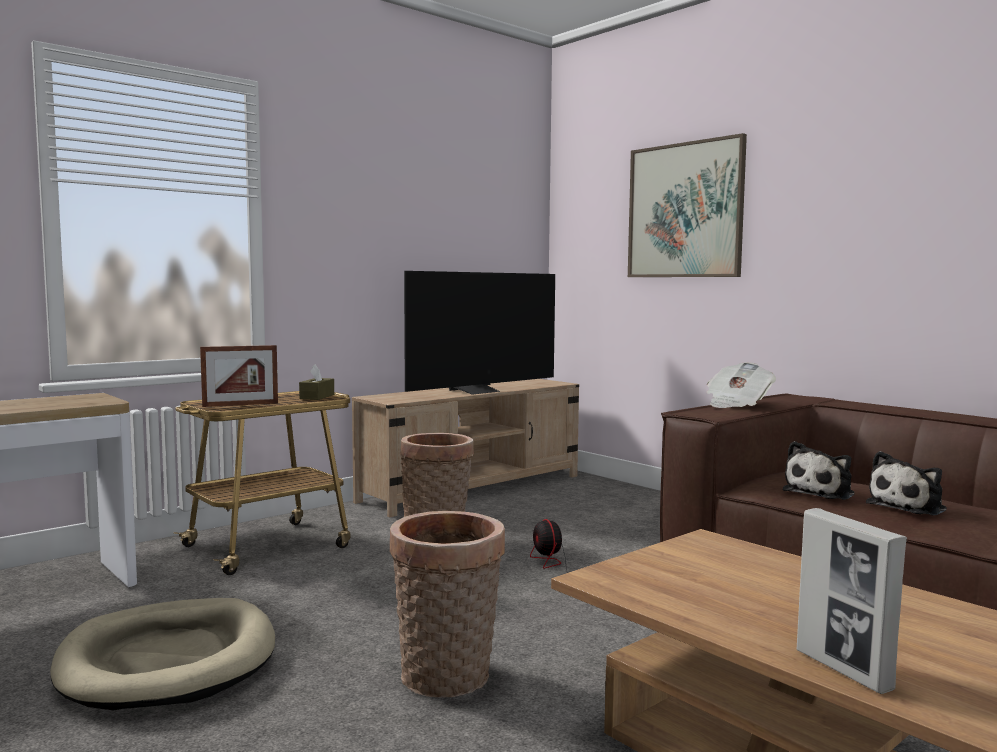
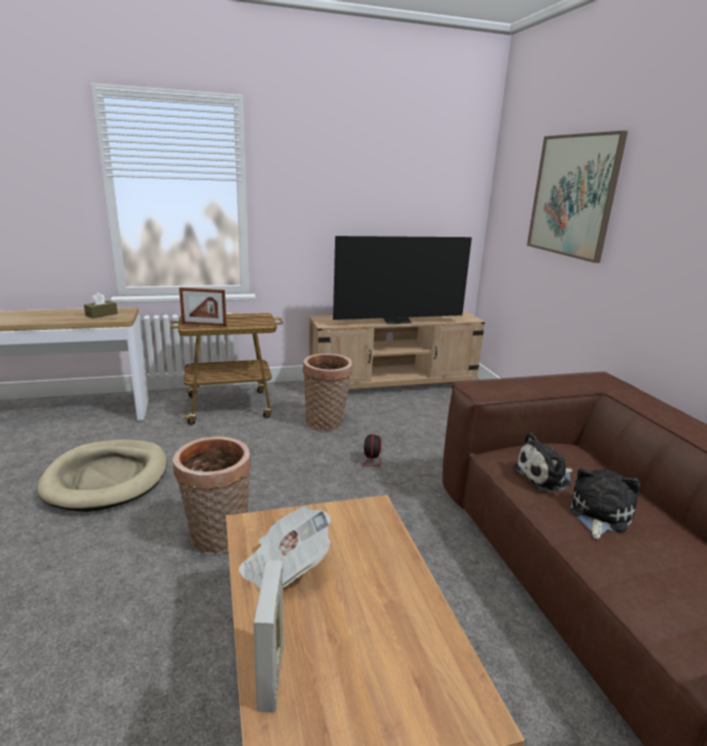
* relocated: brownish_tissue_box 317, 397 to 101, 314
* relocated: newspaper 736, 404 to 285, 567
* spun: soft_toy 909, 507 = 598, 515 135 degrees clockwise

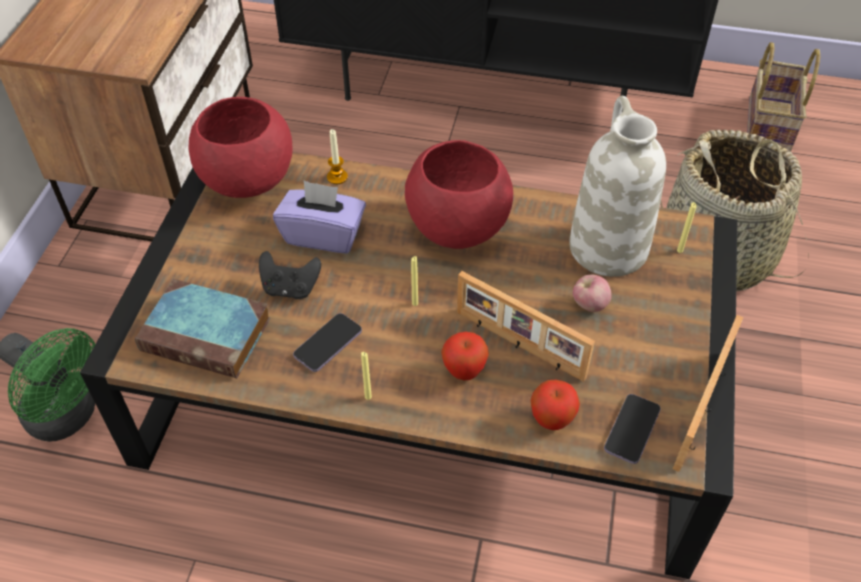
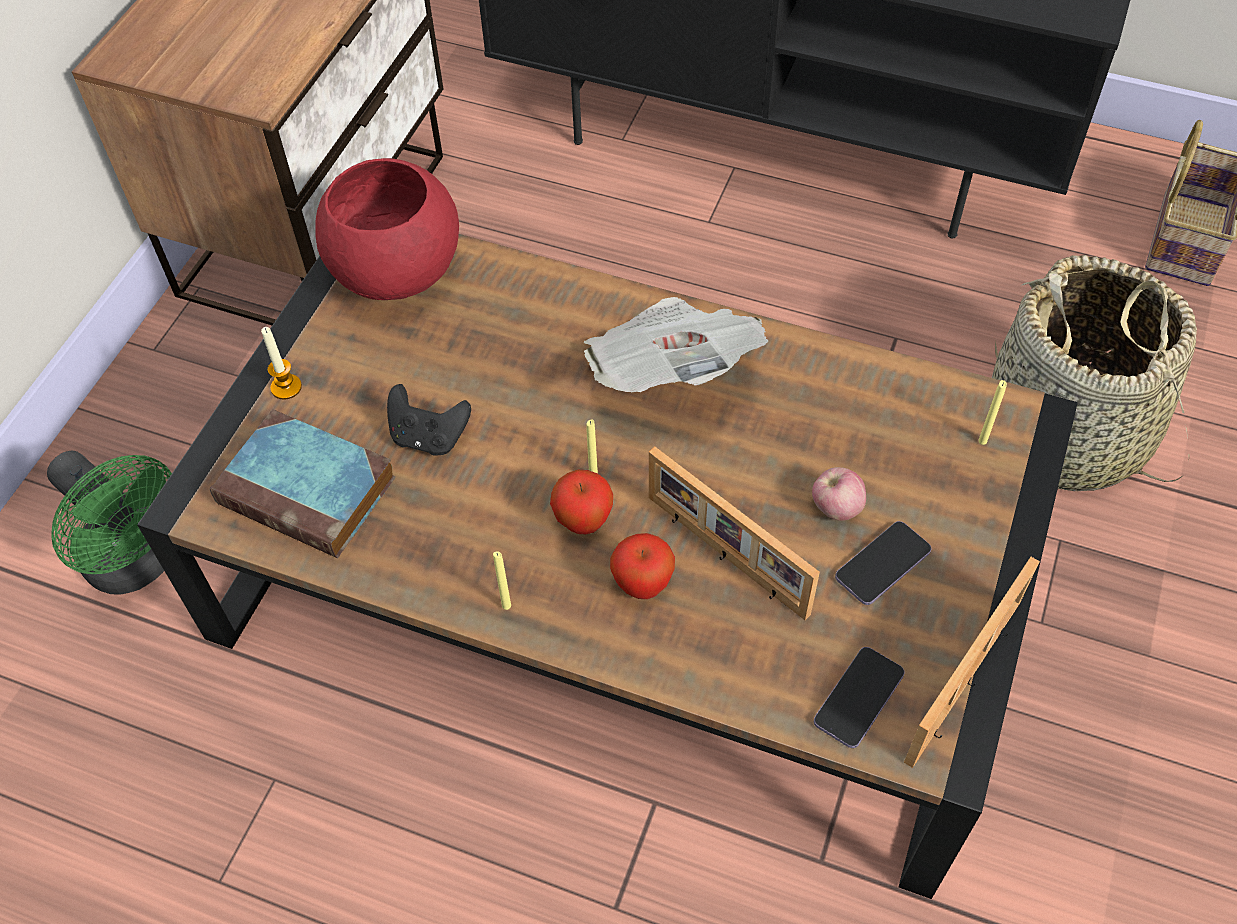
* missing: purplish_tissue_box 323, 235
* relocated: telephone 328, 344 to 882, 564
* relocated: wax_candle 337, 177 to 286, 387
* exchanged: red_serving_bowl 456, 228 to newspaper 671, 372
* relocated: apple_fruit 551, 420 to 583, 522
* missing: white_flower_vase 607, 246

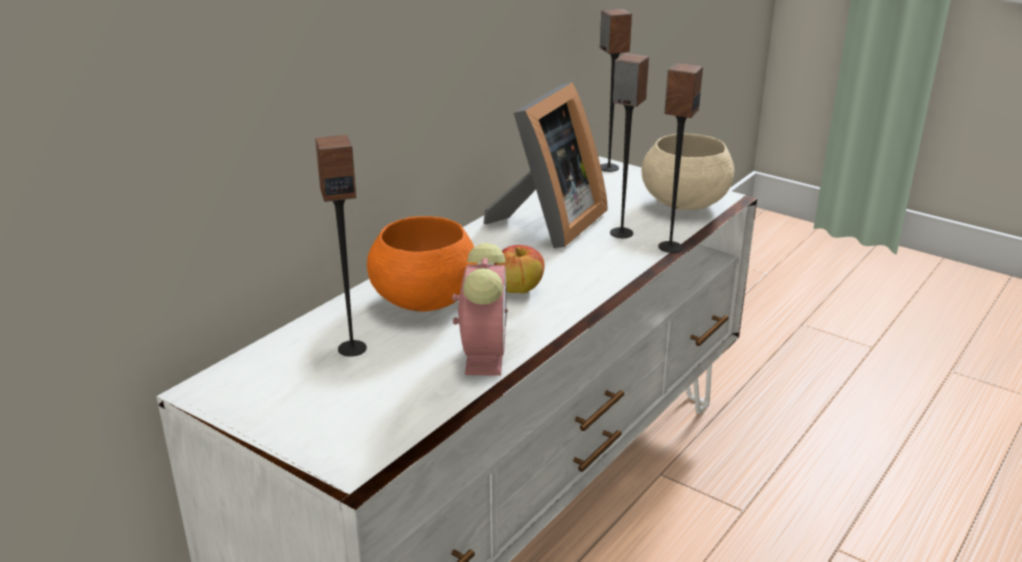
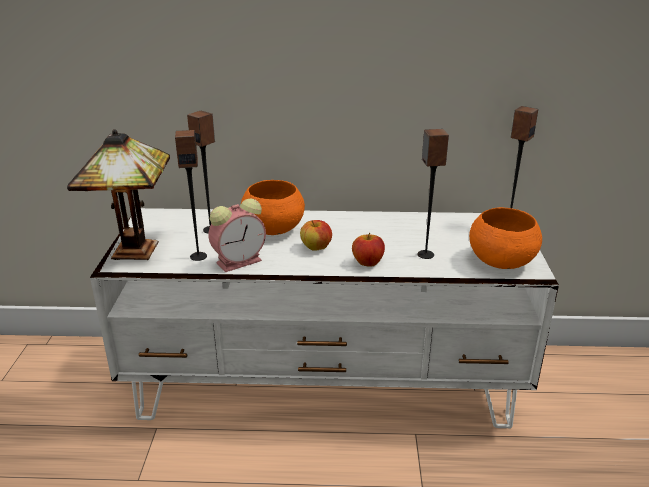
* missing: picture_frame 548, 224
* colour: sand-coloured_serving_bowl 685, 204 to orangey_serving_bowl 500, 262
* relocated: speaker 669, 247 to 198, 256
* appeared: lamp_for_a_table 136, 252
* appeared: apple_fruit 368, 263

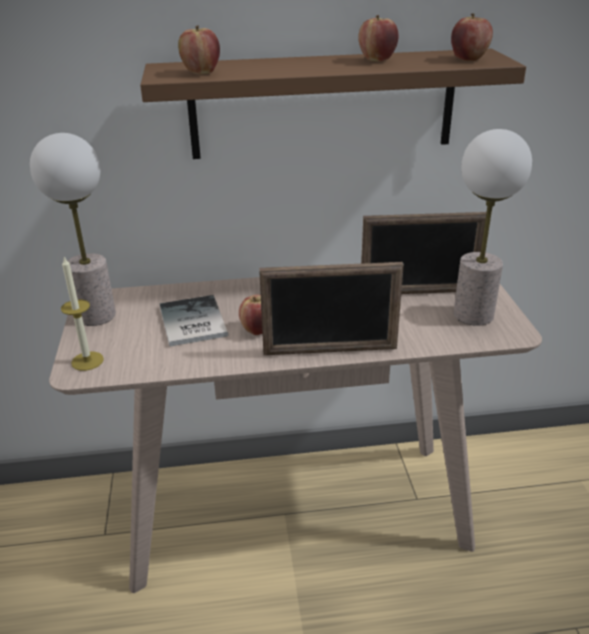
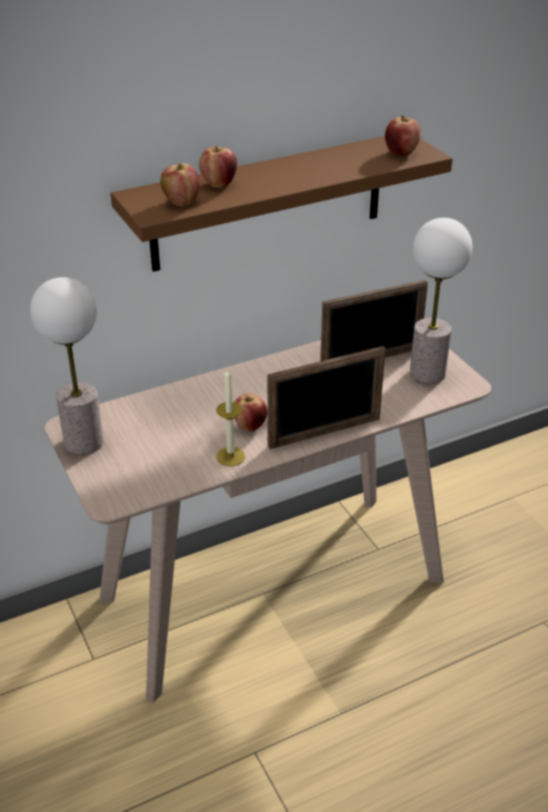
* relocated: wax_candle 87, 361 to 230, 456
* missing: volume 191, 323
* relocated: apple_fruit 377, 60 to 219, 184

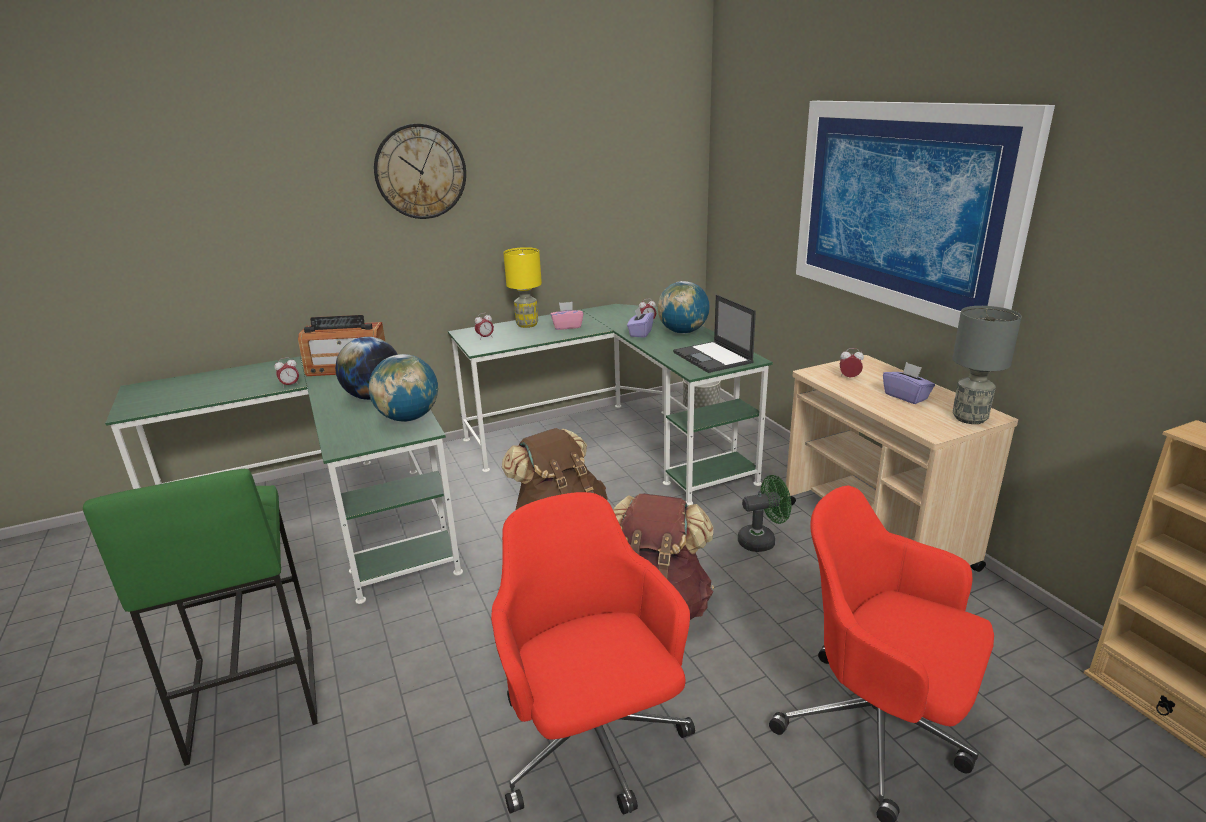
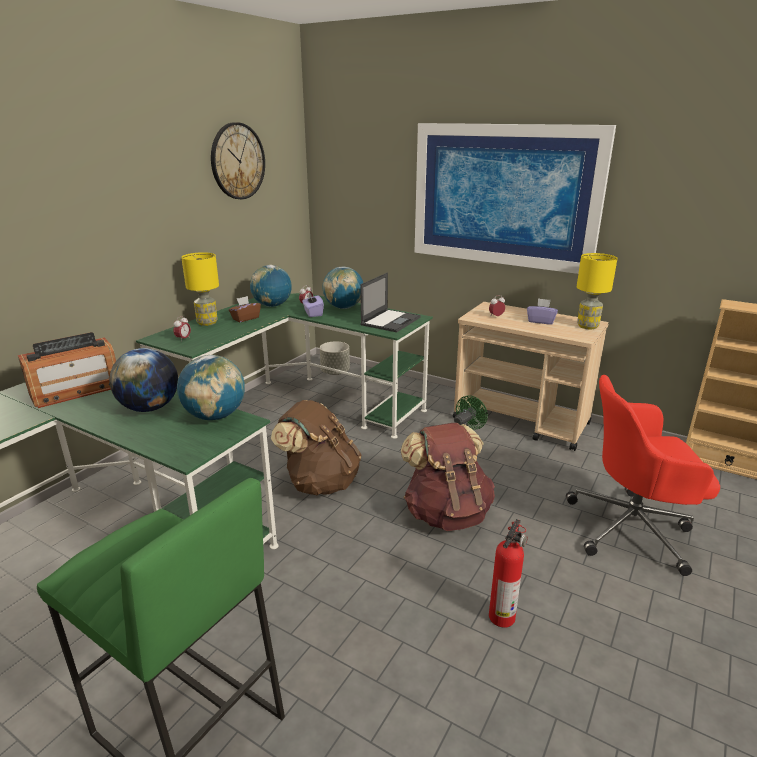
* missing: table_clock 290, 385
* relocated: wall_clock 420, 172 to 237, 161
* exchanged: red_computer_chair 592, 743 to extinguisher 502, 615
* colour: pink_tissue_box 567, 326 to brownish_tissue_box 245, 318
* spun: portable_computer 713, 358 = 391, 321 90 degrees counterclockwise
* colour: greyish_lamp_for_a_table 969, 418 to yellowish_lamp_for_a_table 587, 326
* appeared: globe 272, 305

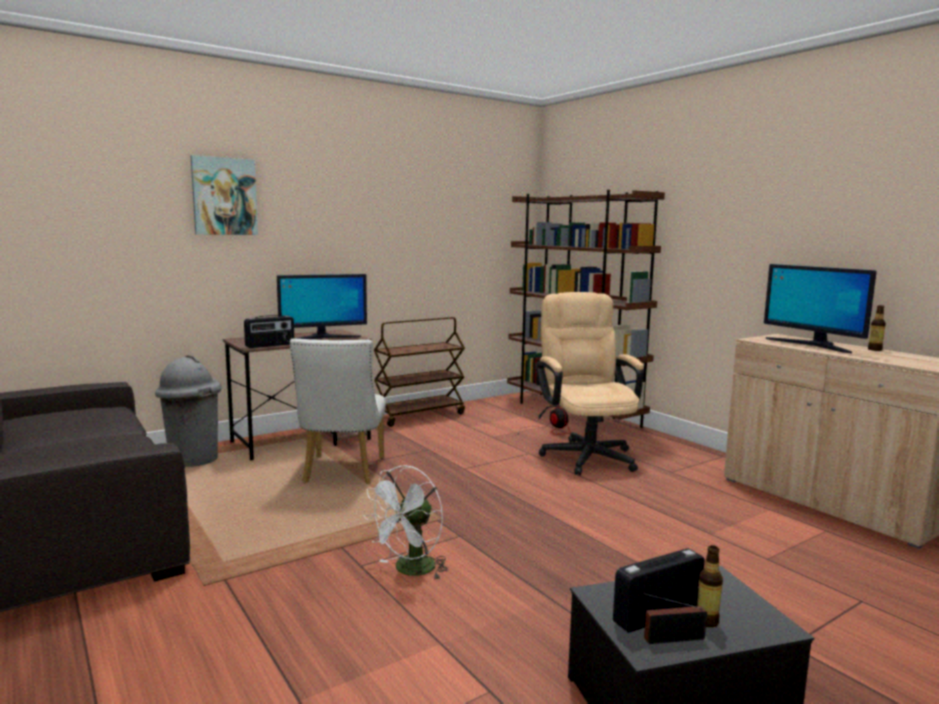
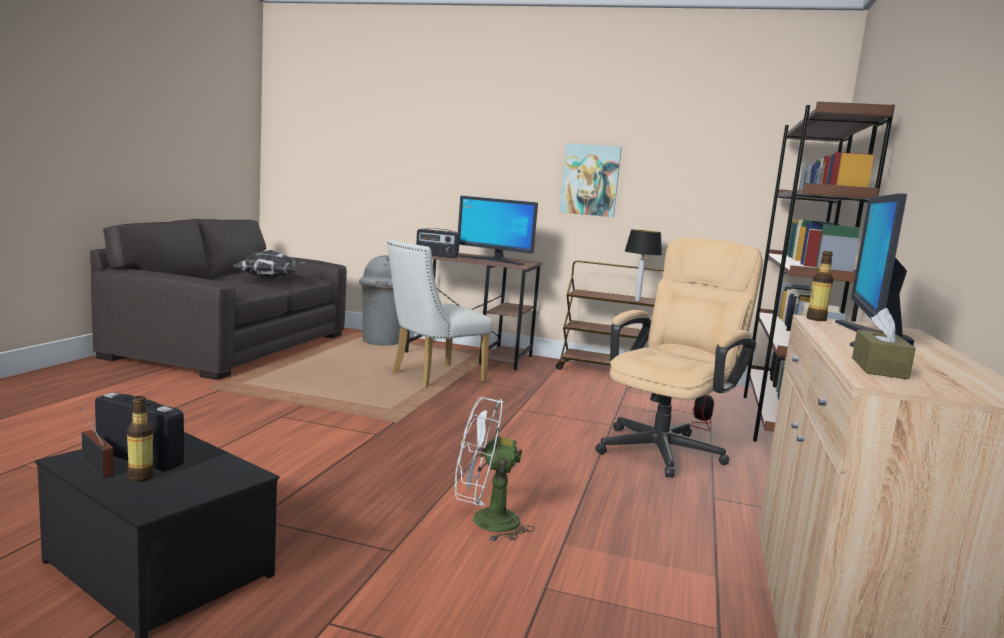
* relocated: wall_picture 224, 196 to 590, 180
* relocated: white_fan 410, 571 to 484, 522
* relocated: drink_bottle 874, 349 to 816, 319
* appeared: cushion 271, 279
* appeared: lamp_for_a_table 637, 300
* appeared: brownish_tissue_box 879, 368

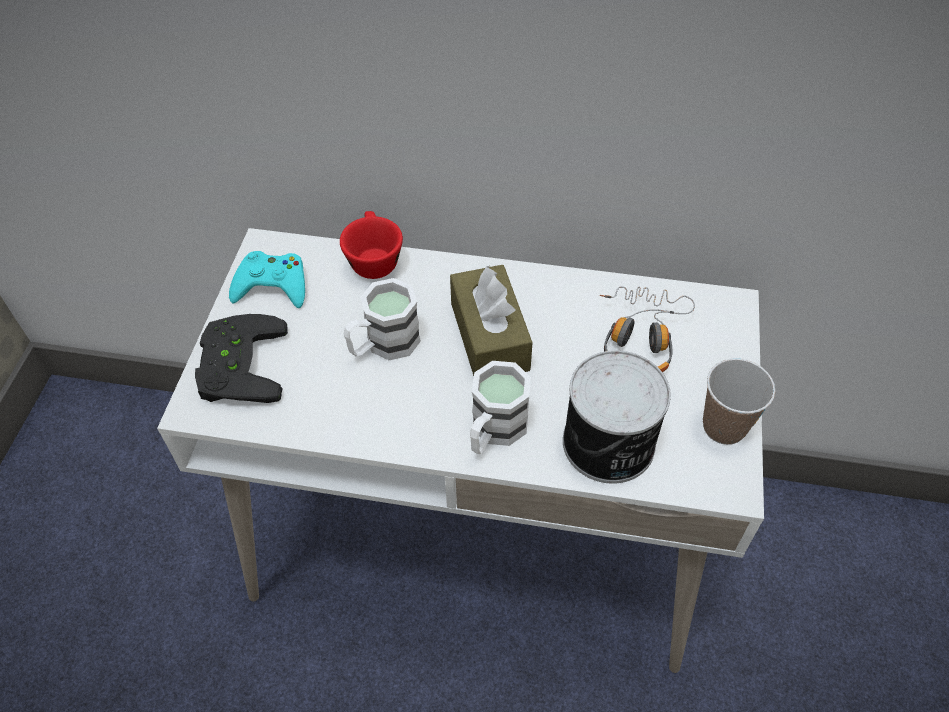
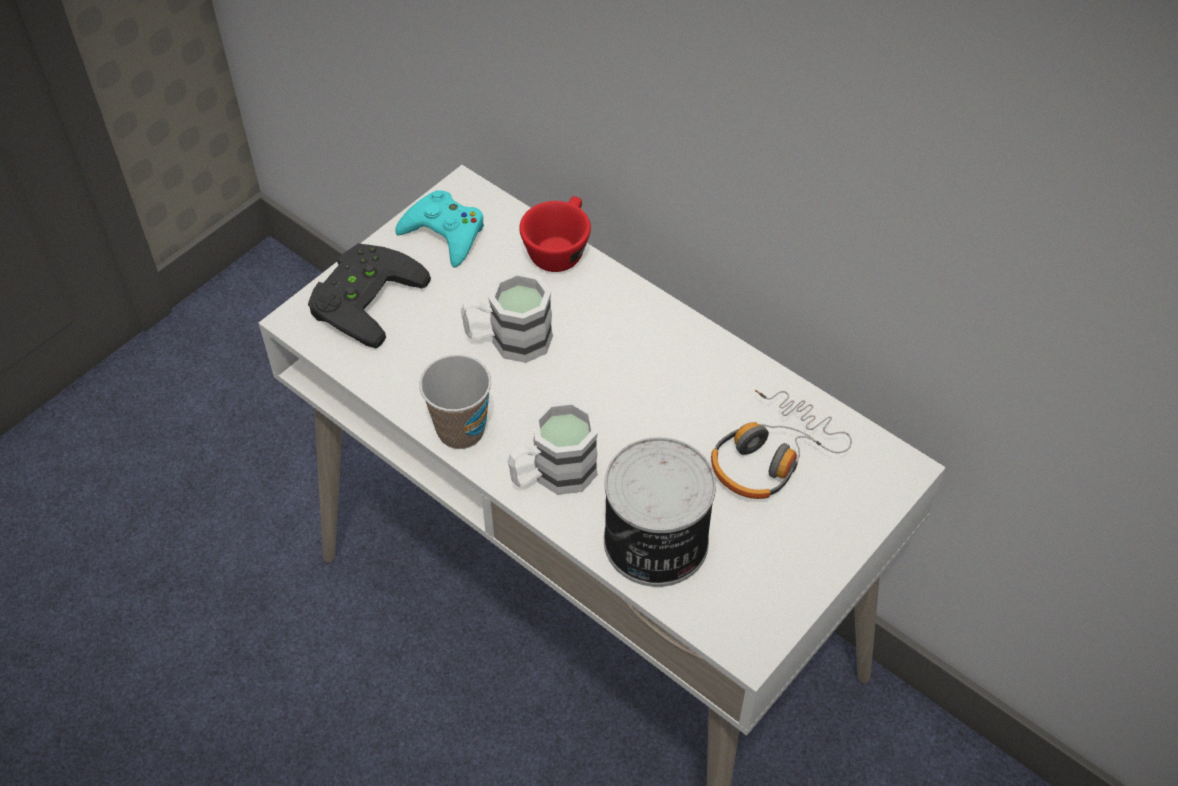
* missing: brownish_tissue_box 489, 336
* relocated: small_cup 724, 427 to 461, 430

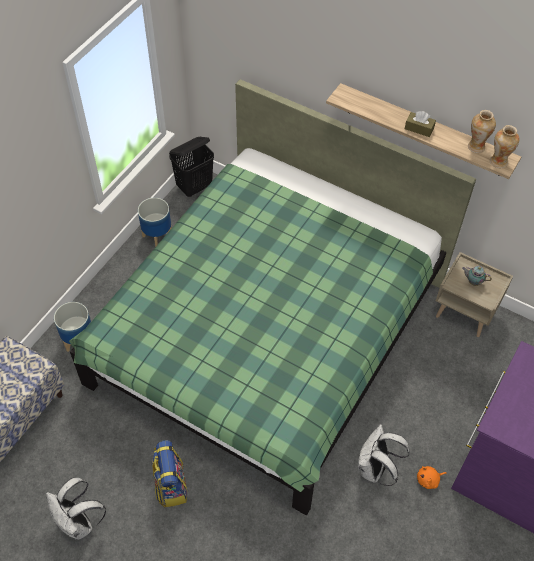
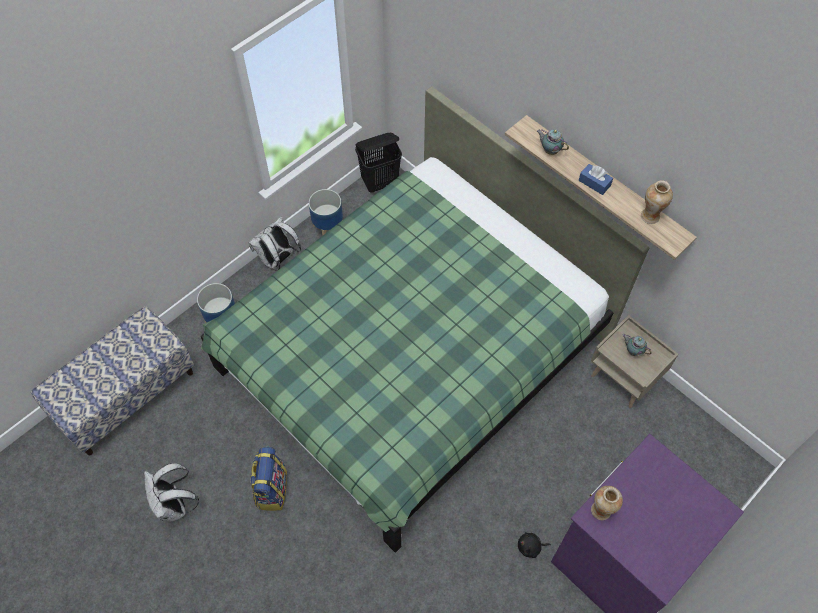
* relocated: white_backpack 375, 469 to 278, 260
* colour: brownish_tissue_box 419, 128 to bluish_tissue_box 594, 183
* colour: orangey_soft_toy 429, 480 to black-coloured_soft_toy 530, 547
* relocated: flower_vase 498, 162 to 601, 510
* appeared: tea_pot 550, 150

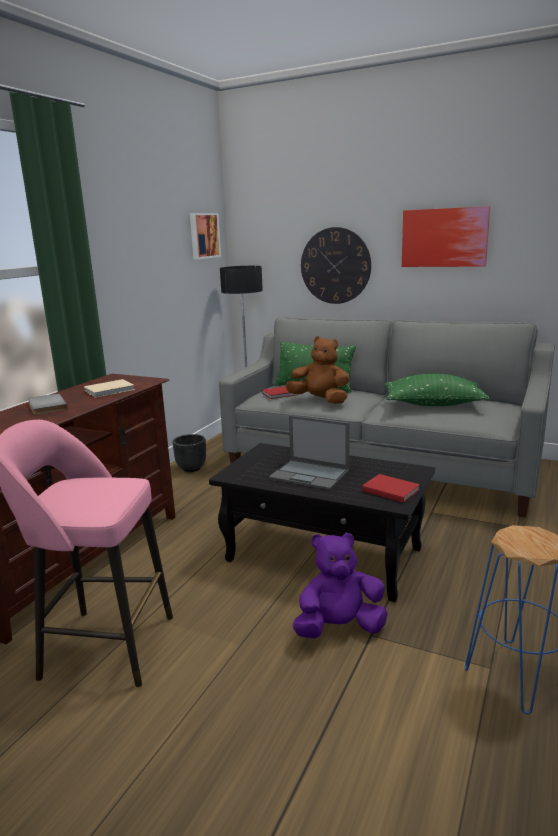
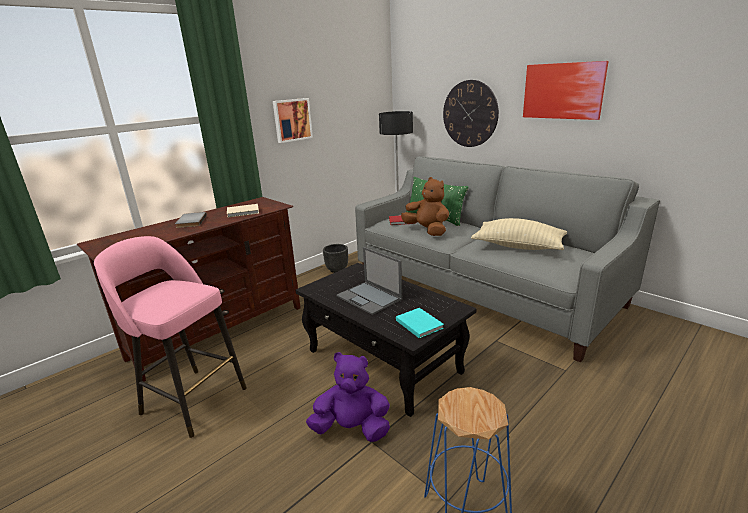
* relocated: wall_picture 203, 235 to 292, 120
* colour: red_volume 389, 489 to turquoise-coloured_volume 419, 323
* colour: green-coloured_cushion 433, 404 to sand-coloured_cushion 518, 246

